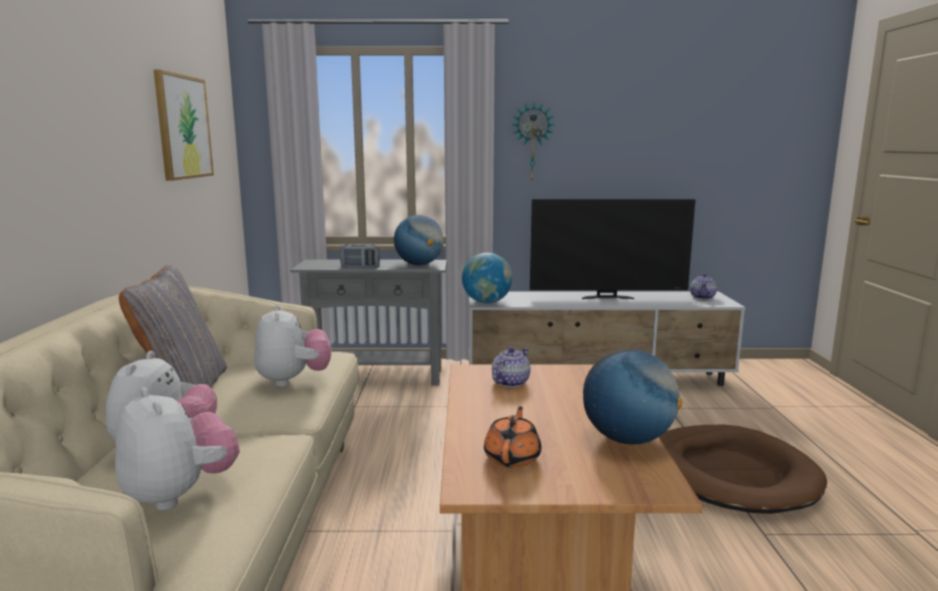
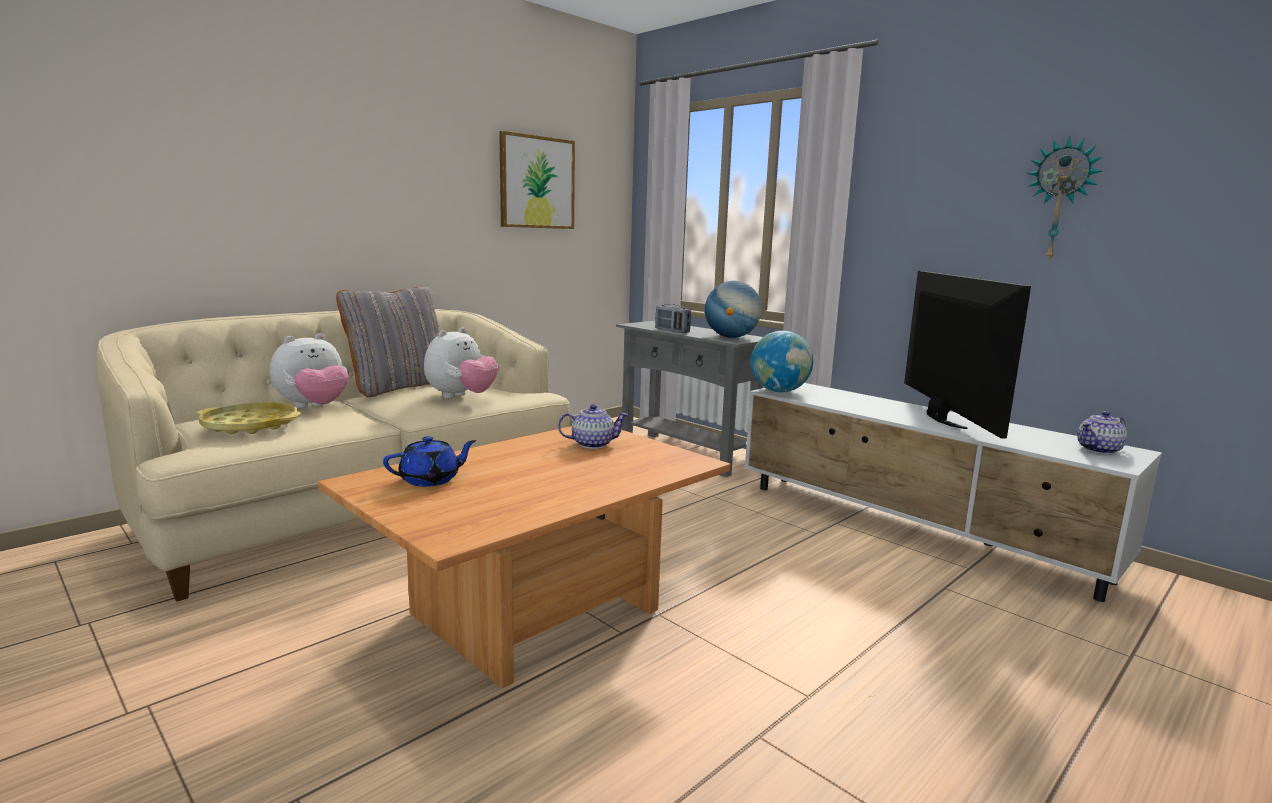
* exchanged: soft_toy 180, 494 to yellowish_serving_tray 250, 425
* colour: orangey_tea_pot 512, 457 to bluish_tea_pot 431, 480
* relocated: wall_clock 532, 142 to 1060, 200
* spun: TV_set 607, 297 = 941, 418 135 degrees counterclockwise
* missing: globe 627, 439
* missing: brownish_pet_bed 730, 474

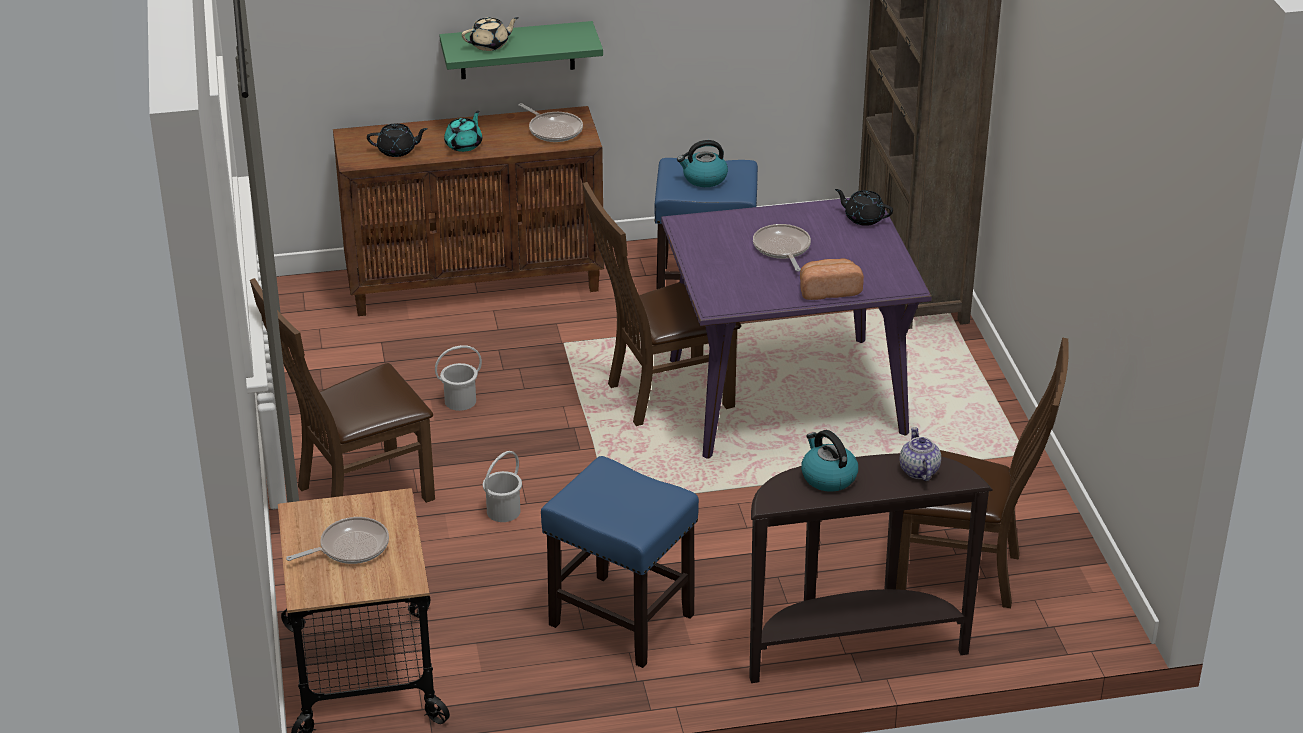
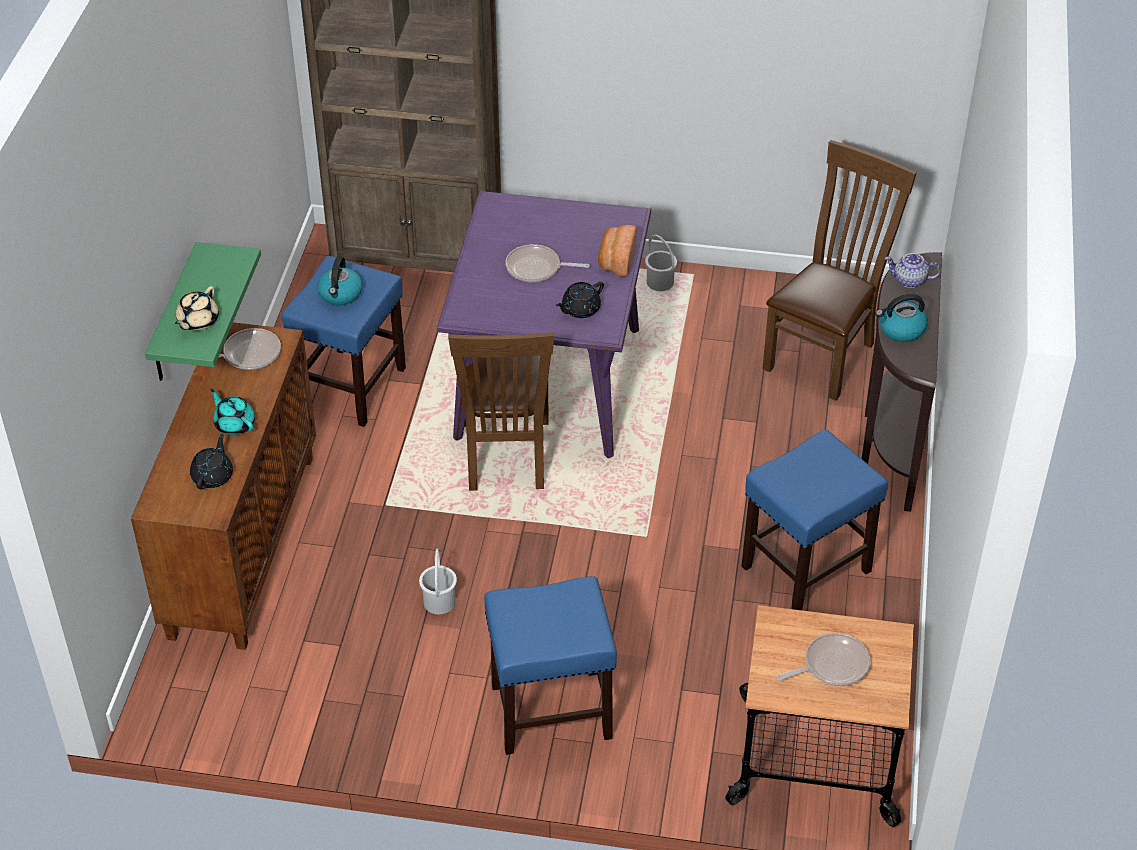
* exchanged: brownish_chair 356, 493 to bluish_stool_seat 549, 712
* spun: pan 350, 547 = 832, 665 75 degrees clockwise
* spun: sand-coloured_tea_pot 490, 45 = 197, 321 150 degrees counterclockwise
* relocated: white_bucket 504, 511 to 660, 283
* relocated: black-coloured_tea_pot 863, 218 to 580, 309

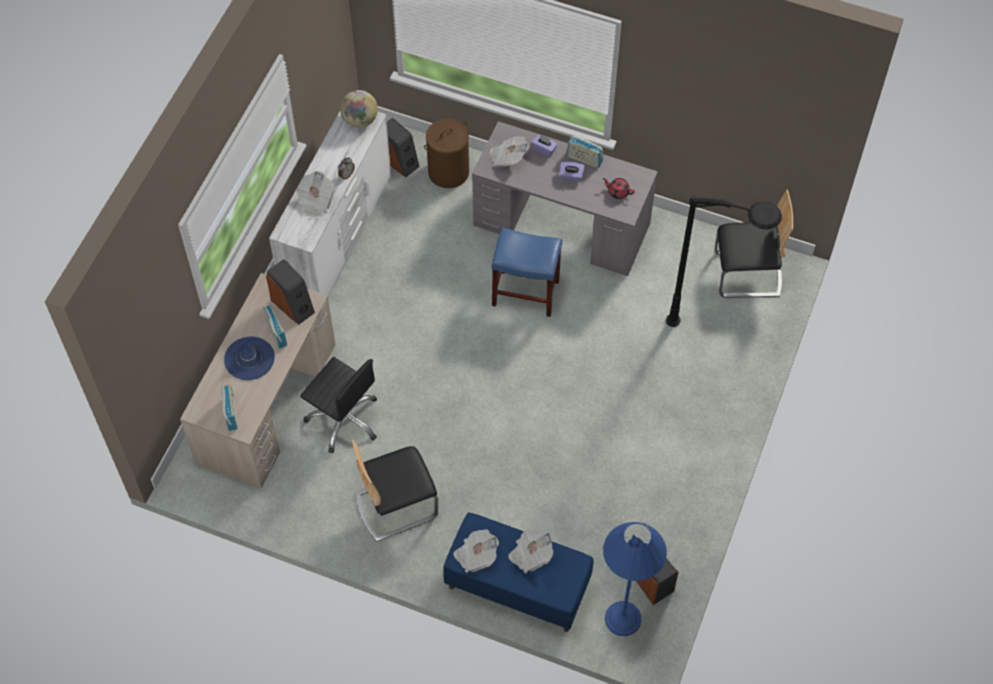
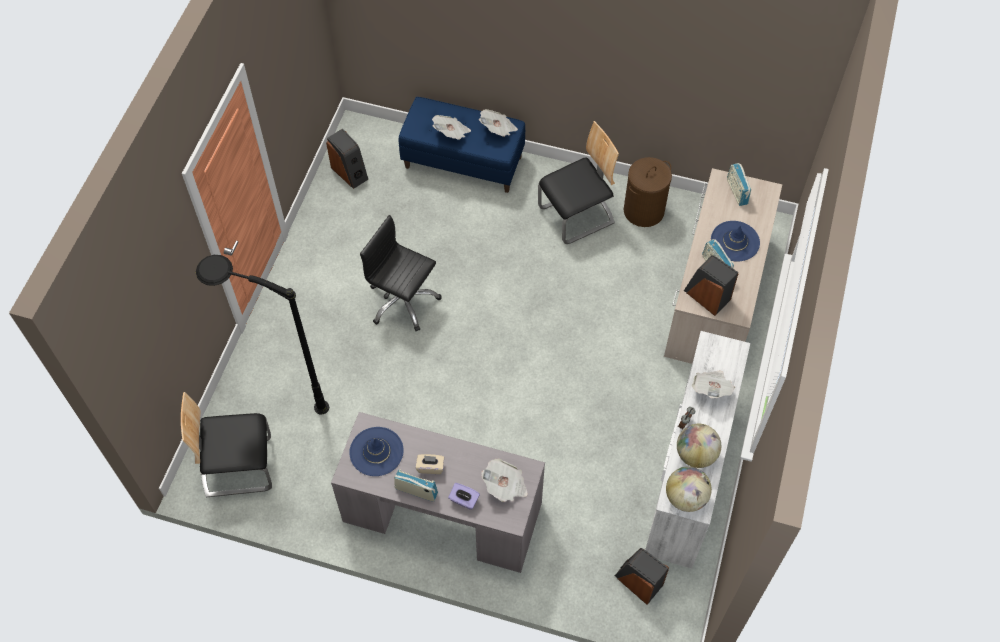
* relocated: black-coloured_computer_chair 344, 419 to 403, 302
* relocated: brownish_hamper 448, 172 to 643, 211
* missing: bluish_stool_seat 524, 293
* colour: purplish_tissue_box 571, 176 to sand-coloured_tissue_box 430, 467
* exchanged: red_tea_pot 618, 192 to bluish_hat 376, 451
* missing: bluish_standard_lamp 623, 619
* appeared: globe 695, 454

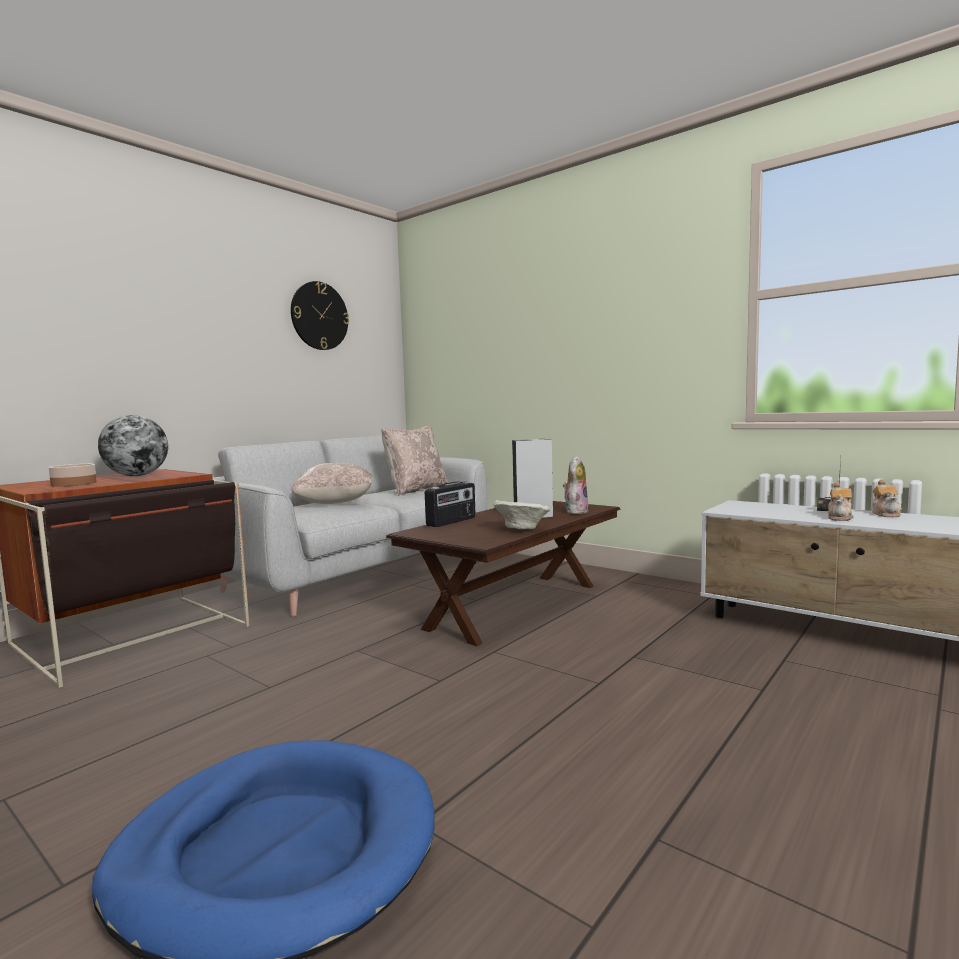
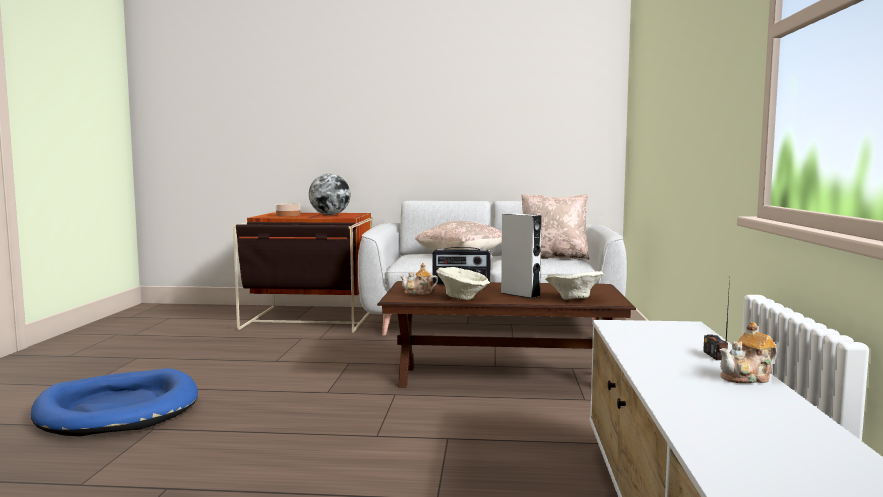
* missing: wall_clock 319, 316
* exchanged: soft_toy 575, 511 to sand-coloured_serving_bowl 573, 299
* relocated: tea_pot 840, 517 to 419, 292

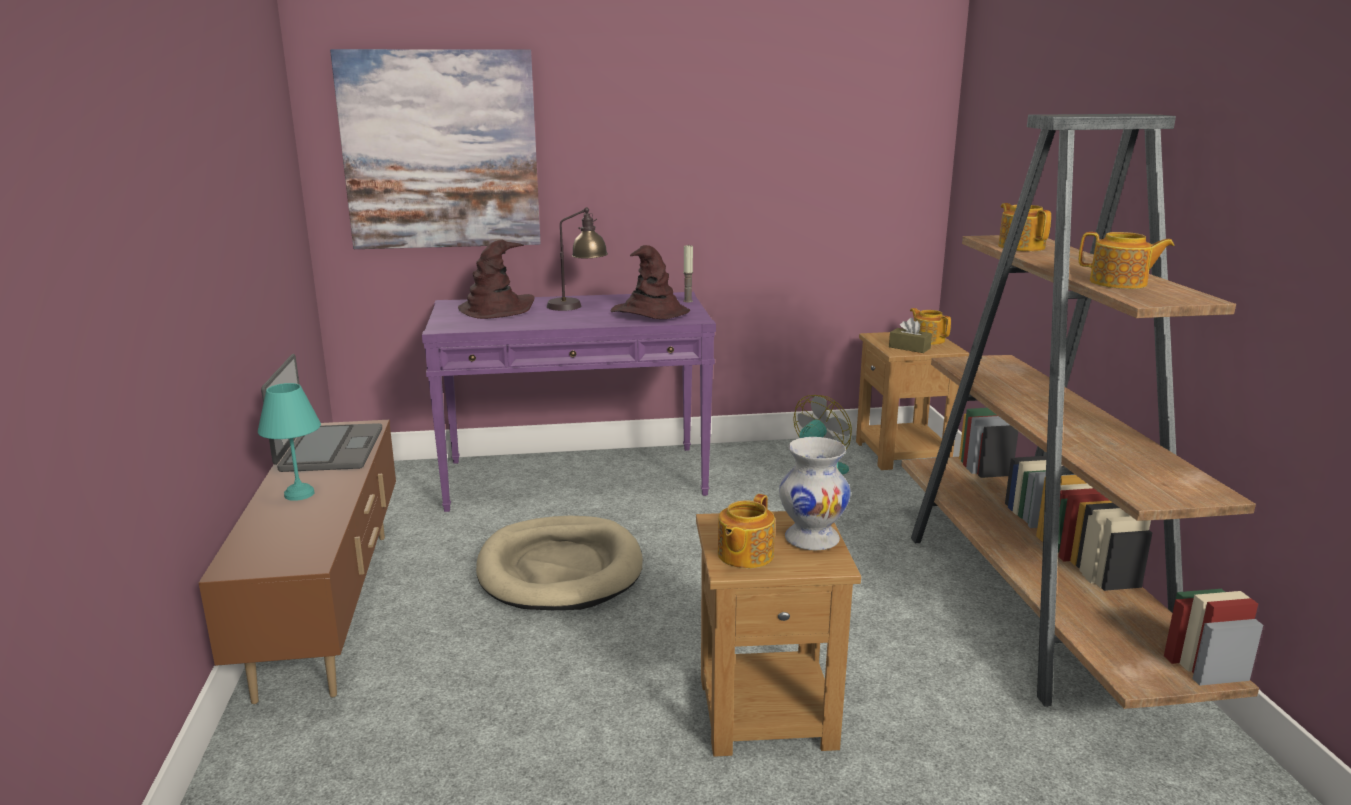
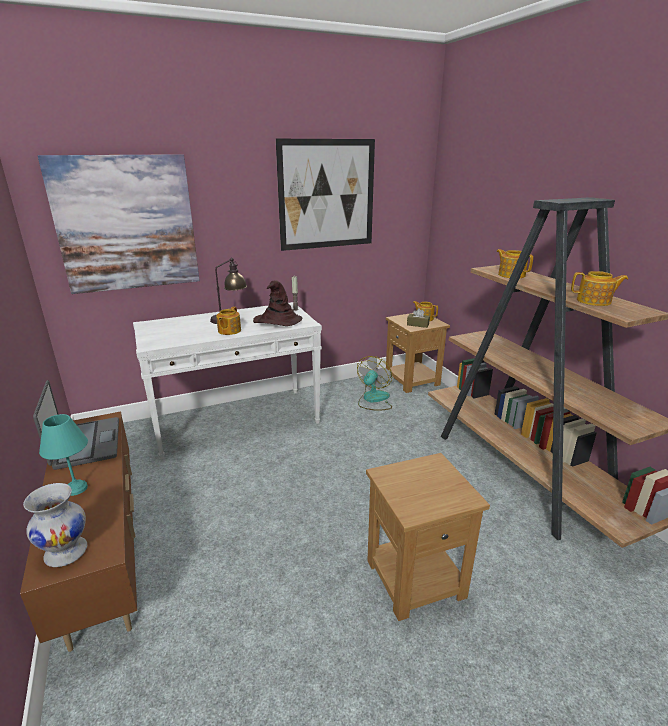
* colour: purplish_narrow_table 576, 477 to white_narrow_table 237, 421
* missing: brownish_hat 497, 309
* missing: sand-coloured_pet_bed 560, 569
* relocated: tea_pot 744, 555 to 229, 331
* relocated: white_flower_vase 812, 538 to 66, 552
* appeared: wall_picture 327, 195

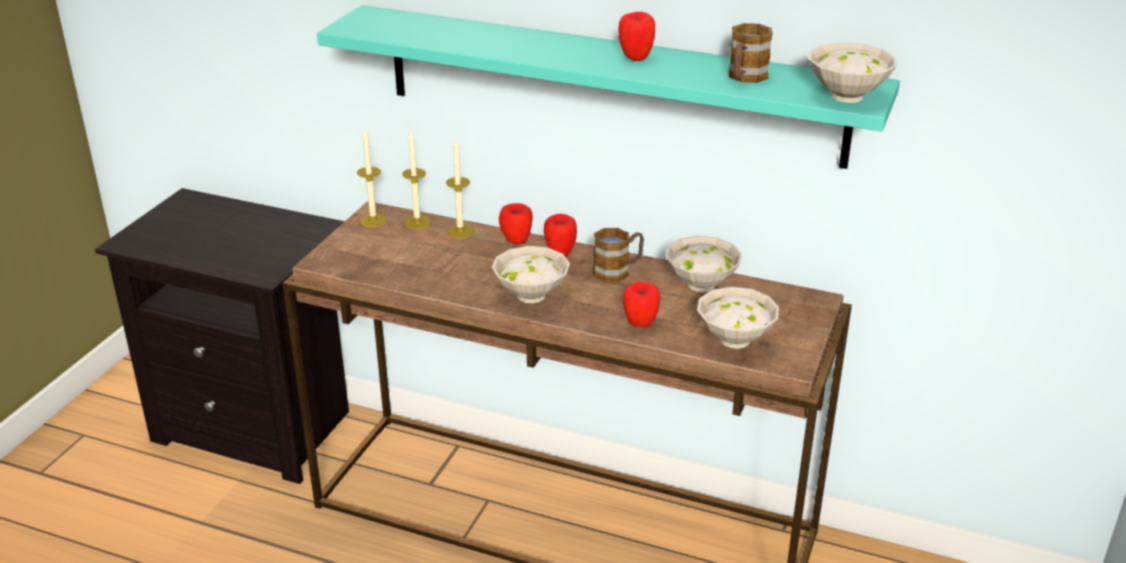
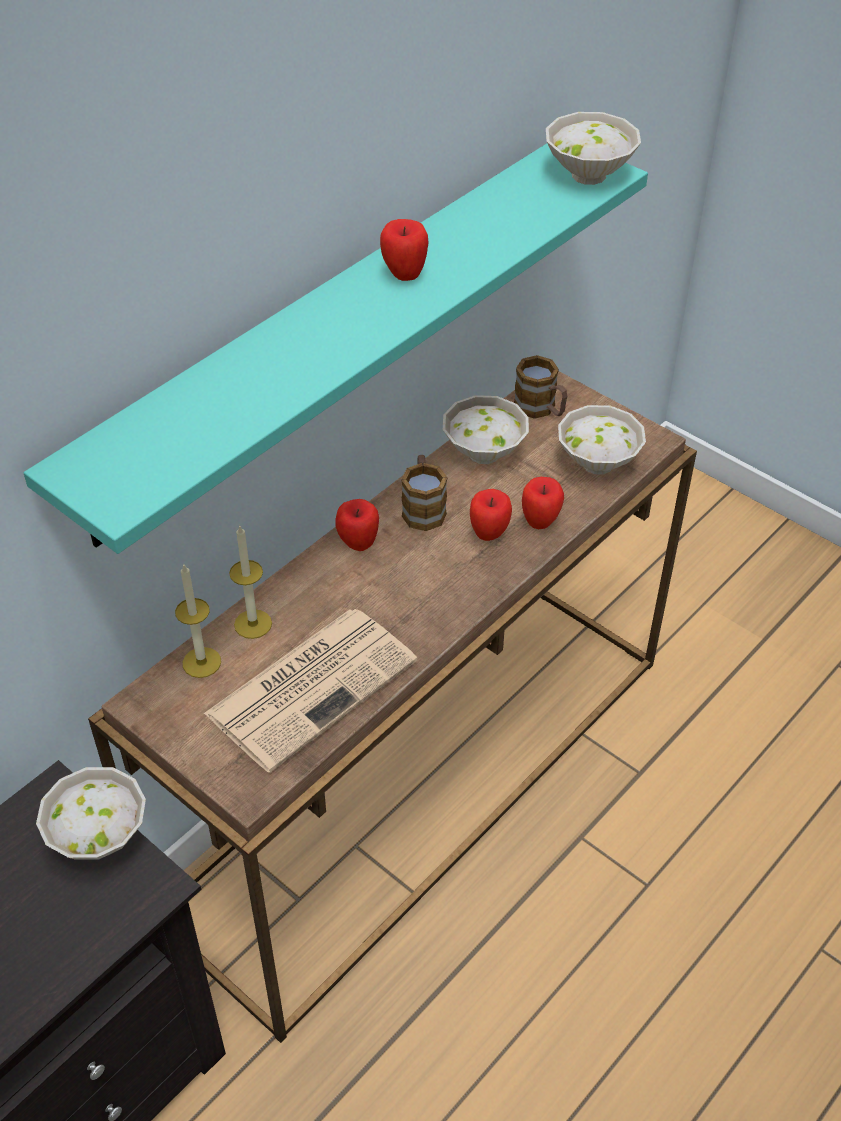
* missing: wax_candle 373, 221
* relocated: white_serving_bowl 533, 295 to 100, 835
* relocated: apple_fruit 516, 242 to 489, 535
* relocated: mug 745, 78 to 541, 409
* appeared: newspaper 313, 685

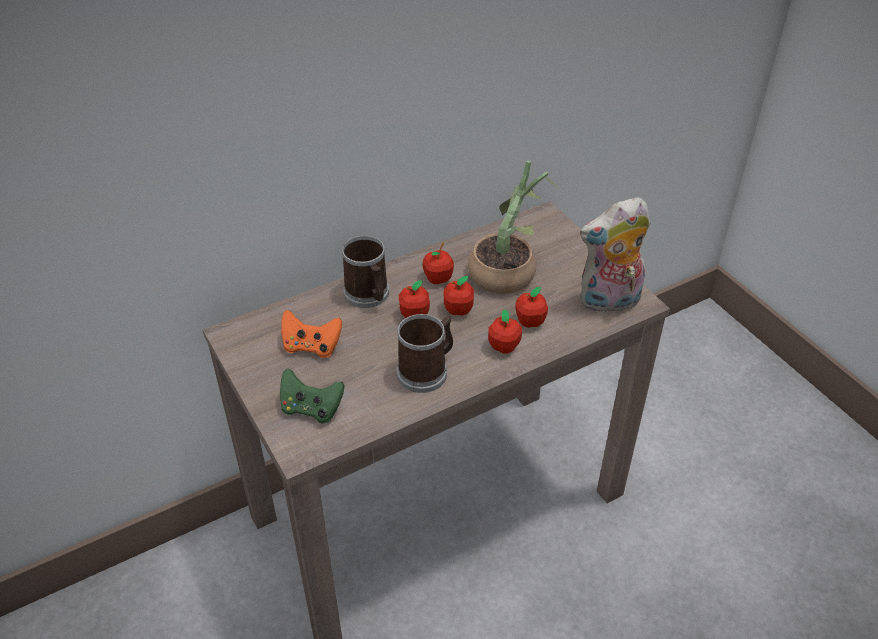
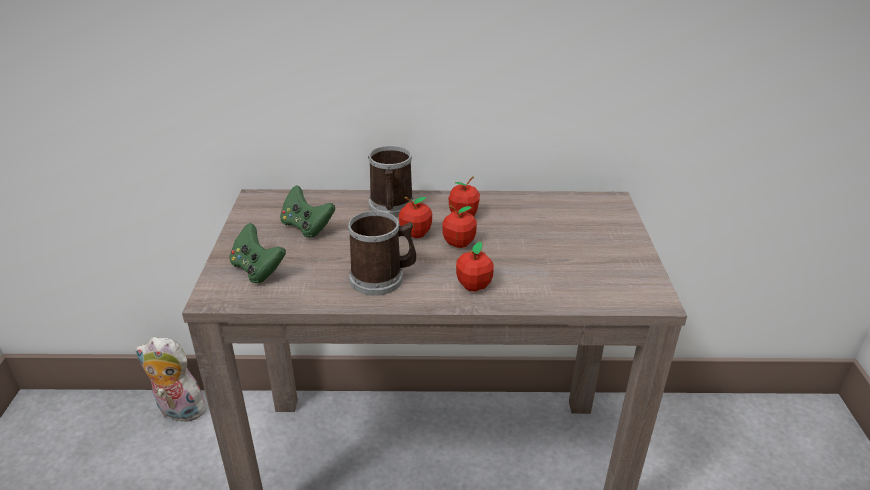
* colour: orangey_joypad 311, 347 to green-coloured_joypad 306, 227
* missing: plant_in_a_pot 508, 271
* missing: apple_fruit 530, 321
* relocated: soft_toy 609, 302 to 178, 411

